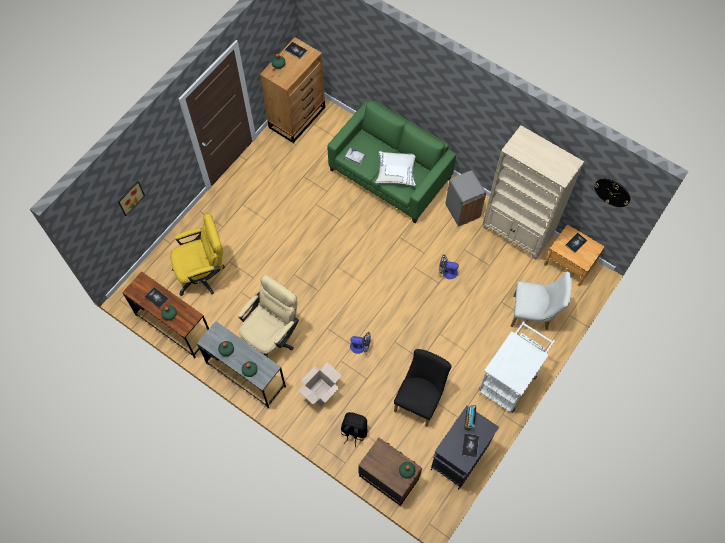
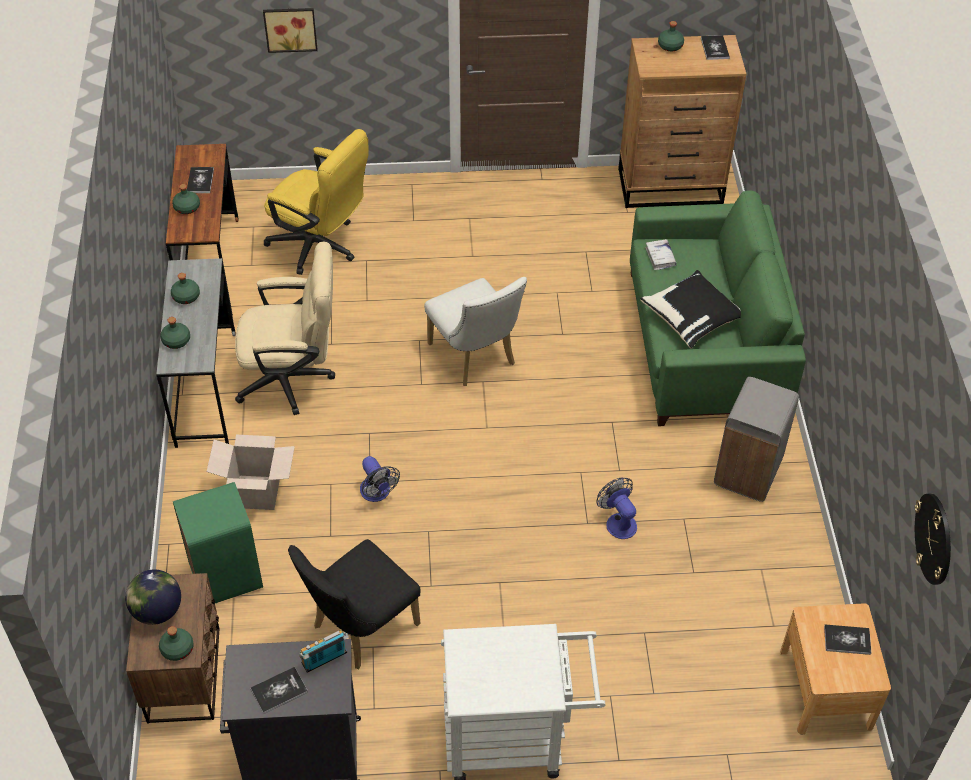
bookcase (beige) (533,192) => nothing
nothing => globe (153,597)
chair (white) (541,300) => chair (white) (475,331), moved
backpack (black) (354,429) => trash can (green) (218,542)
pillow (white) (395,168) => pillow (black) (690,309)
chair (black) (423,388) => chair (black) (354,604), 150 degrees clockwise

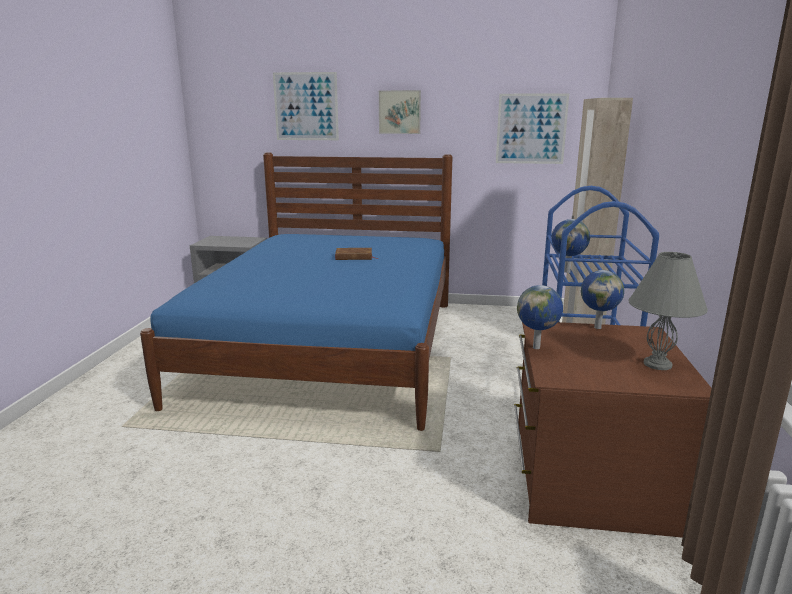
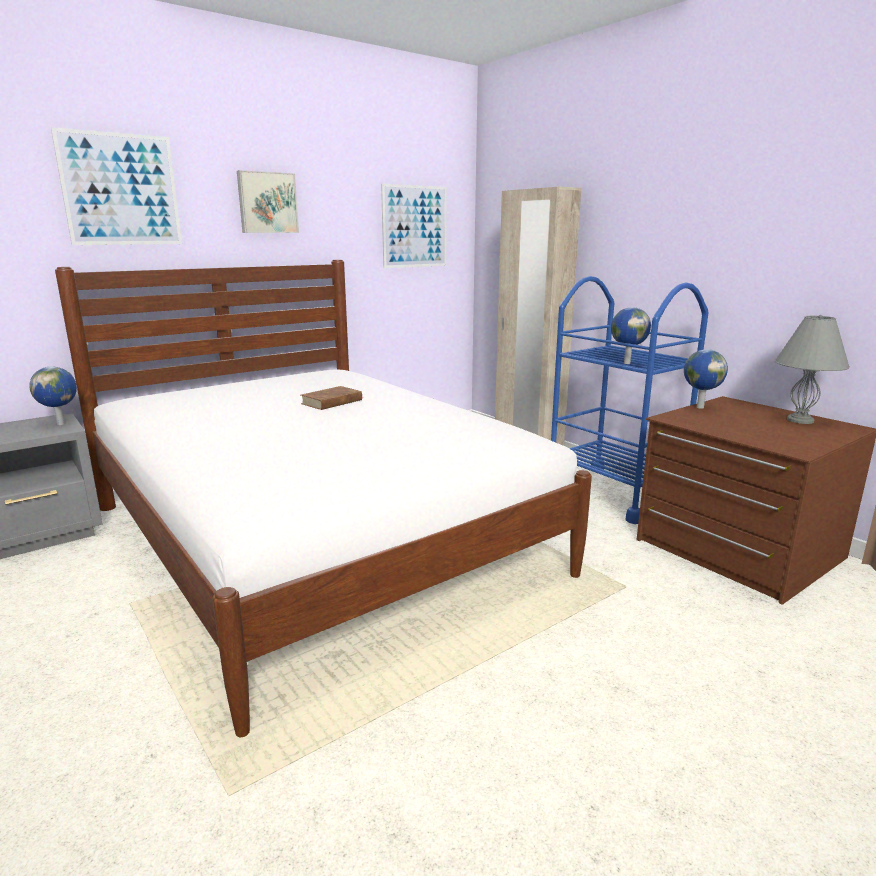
globe (540,317) => globe (53,396), moved
bed (blue) (296,291) => bed (white) (323,498)

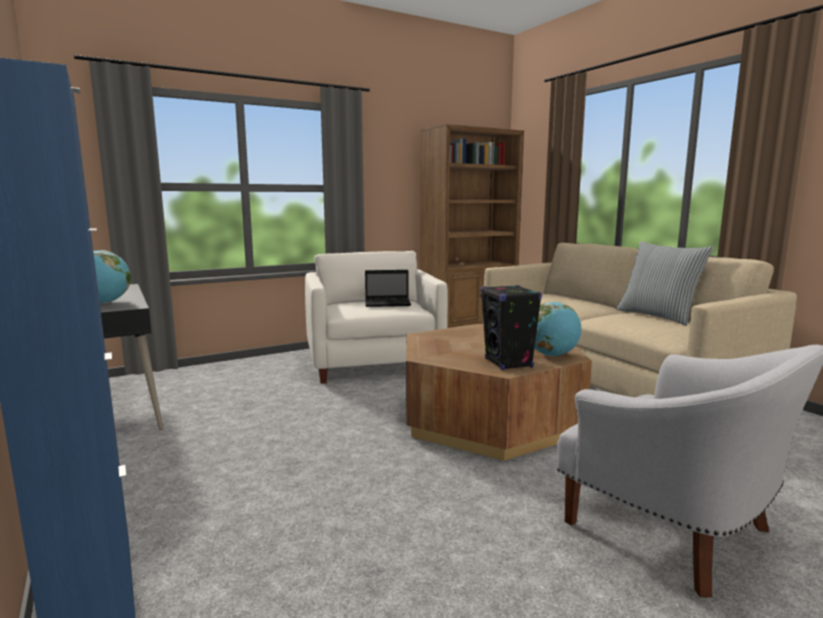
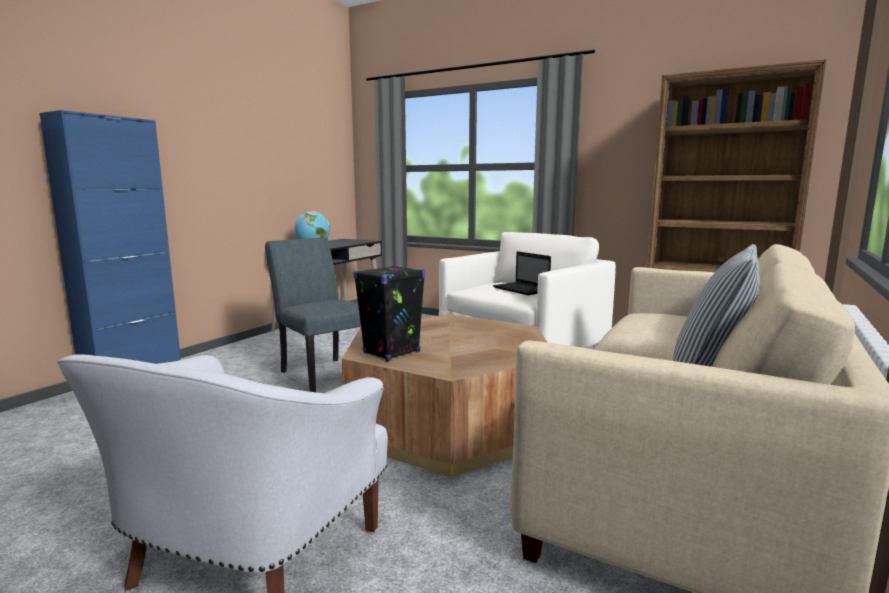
globe (558,329) => nothing
nothing => chair (grey) (313,314)

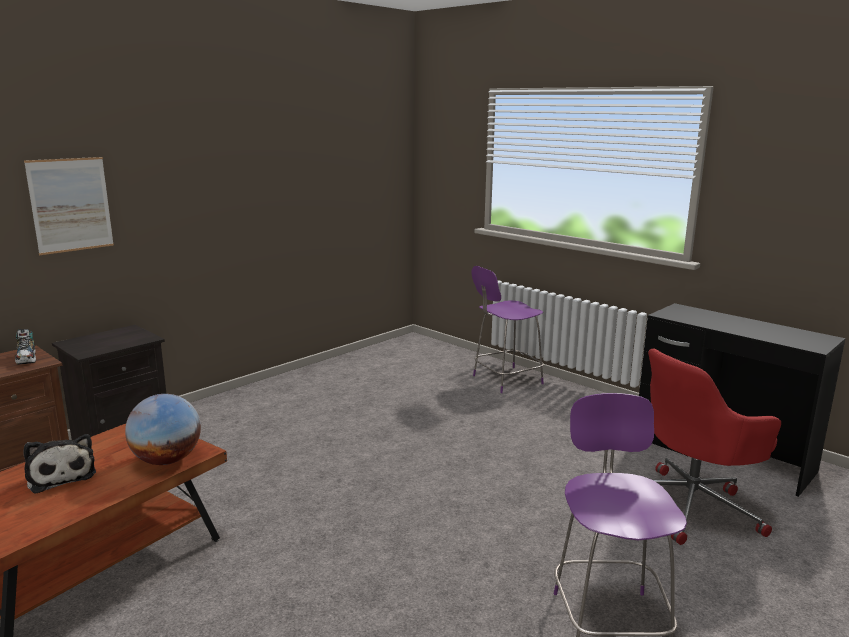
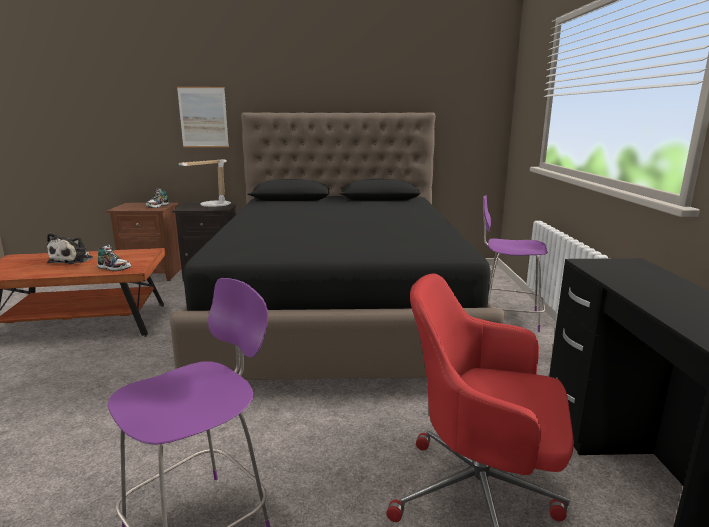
nothing => bed (black) (337,246)
nothing => table lamp (204,183)
globe (163,429) => shoe (114,257)

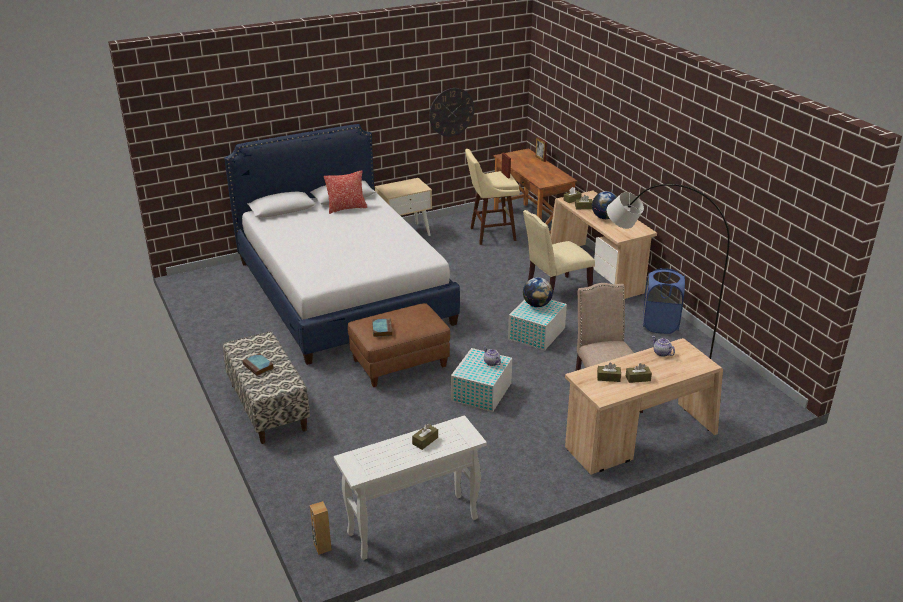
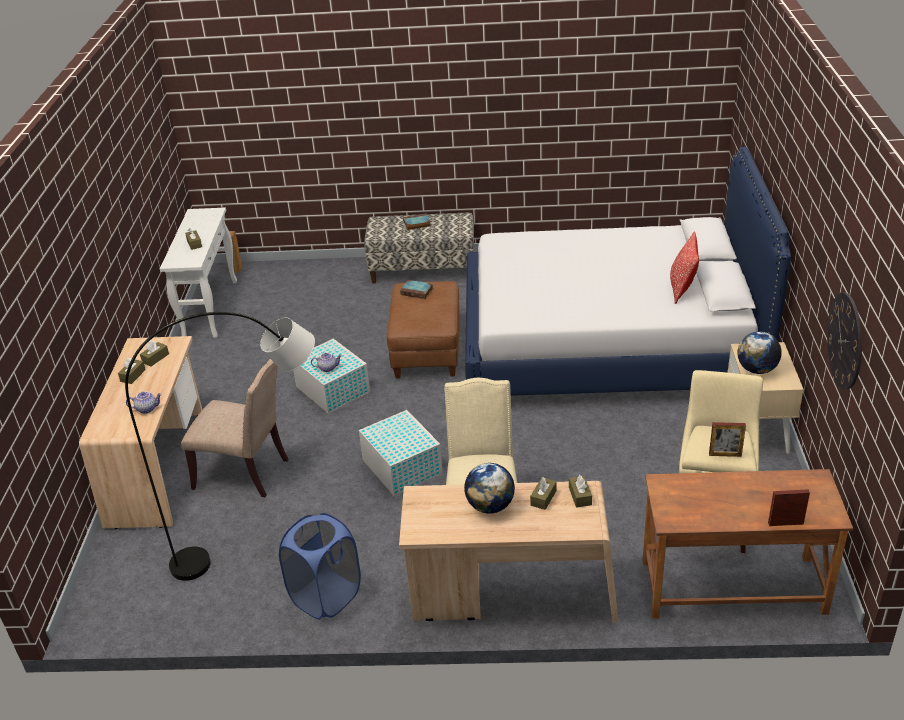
globe (538,292) => globe (759,353), moved

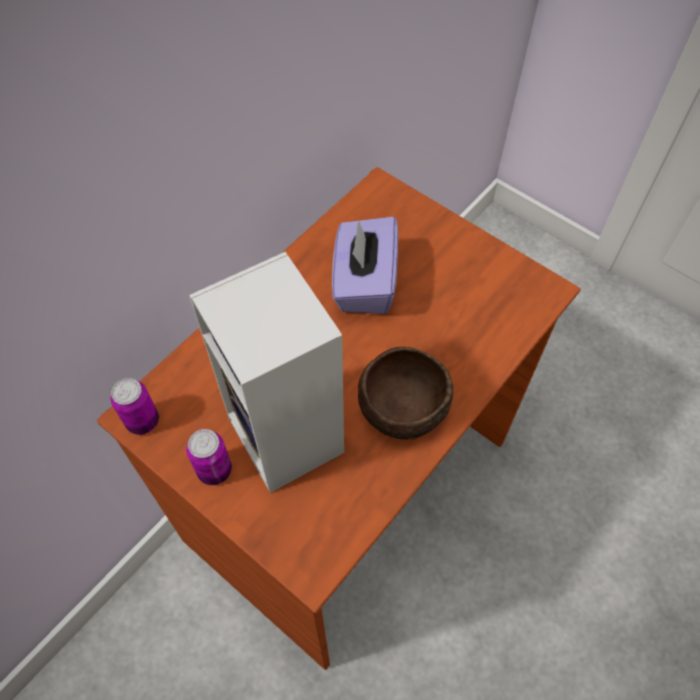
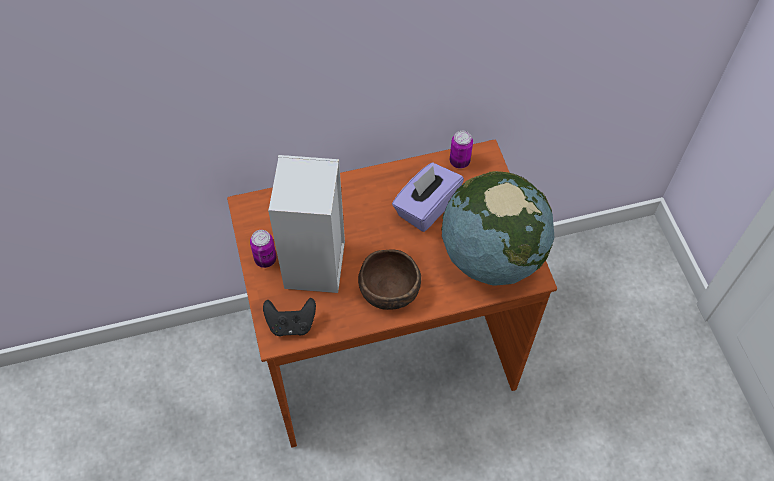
nothing => game controller (black) (289,317)
nothing => globe (497,228)
can (135,406) => can (461,150), moved

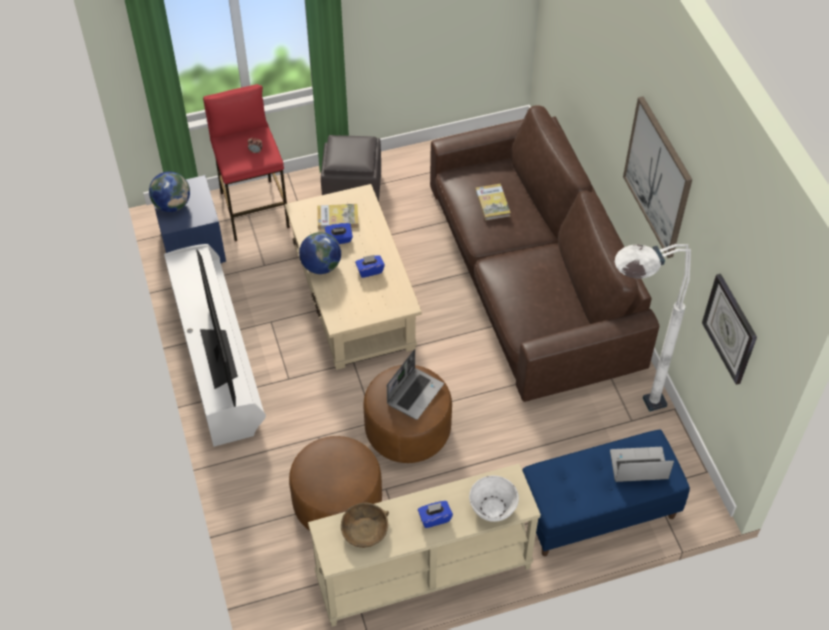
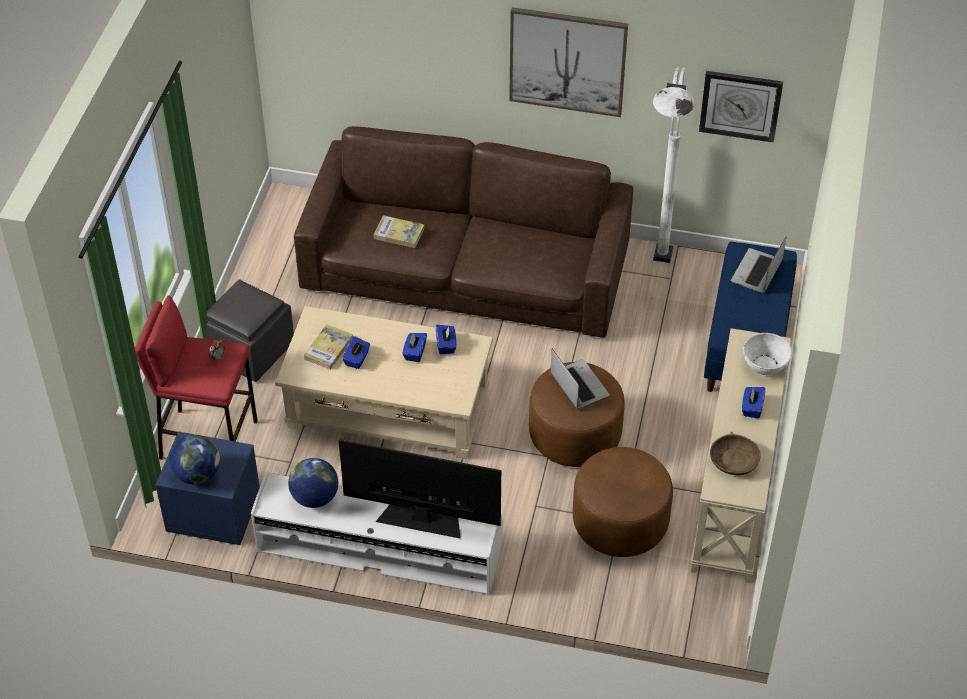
nothing => tissue box (blue) (446,339)
globe (320,253) => globe (313,483), moved

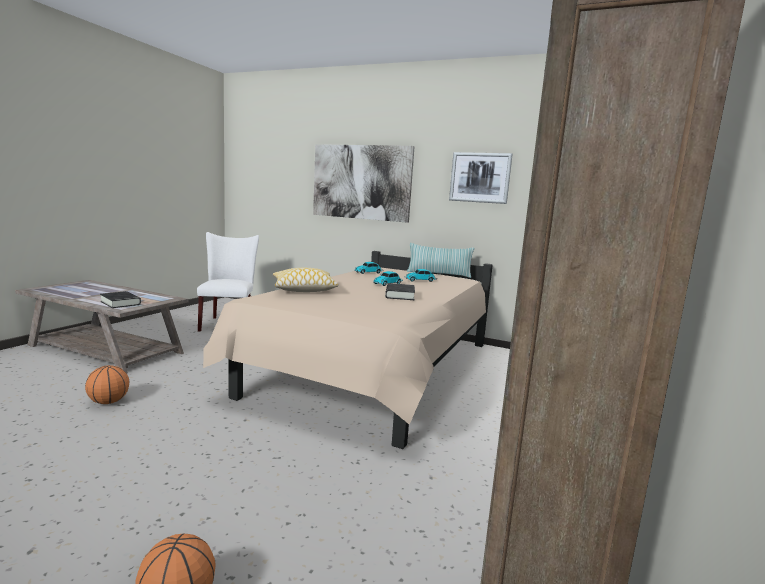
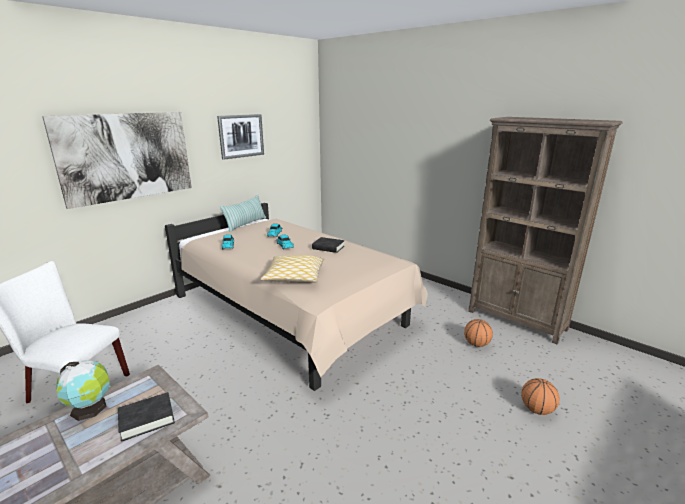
nothing => globe (83,390)
basketball (107,384) => basketball (478,333), moved

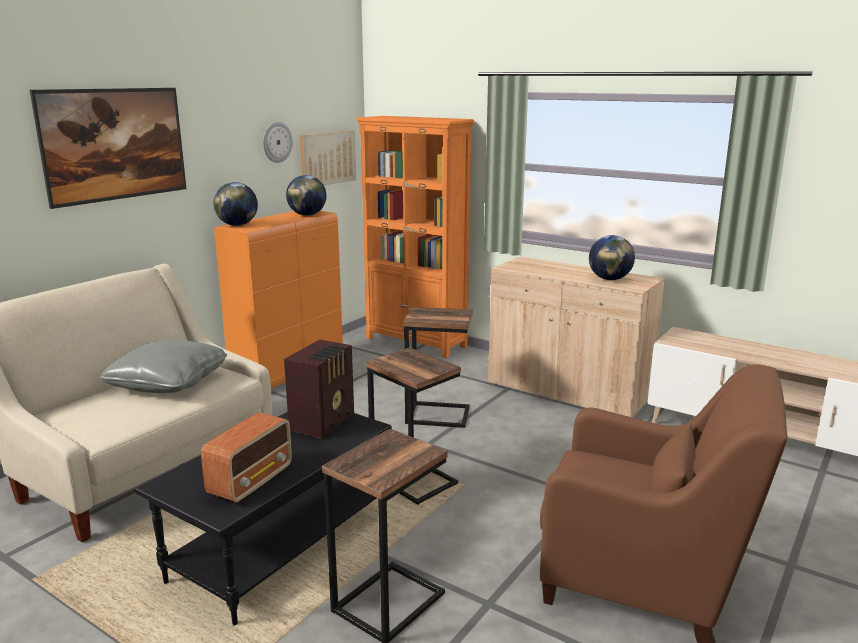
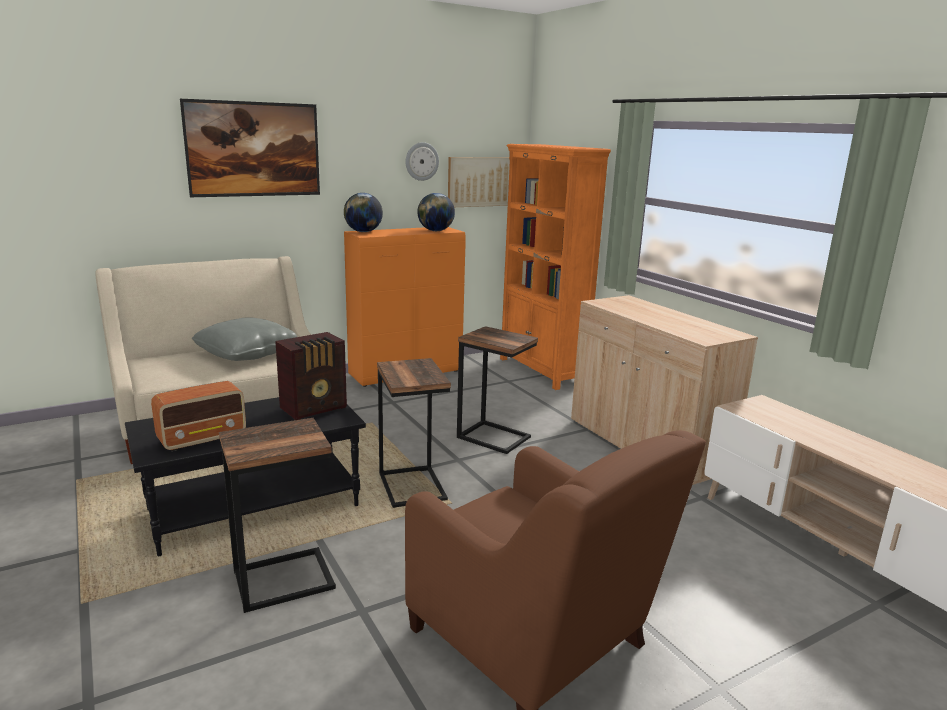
globe (612,257) => nothing

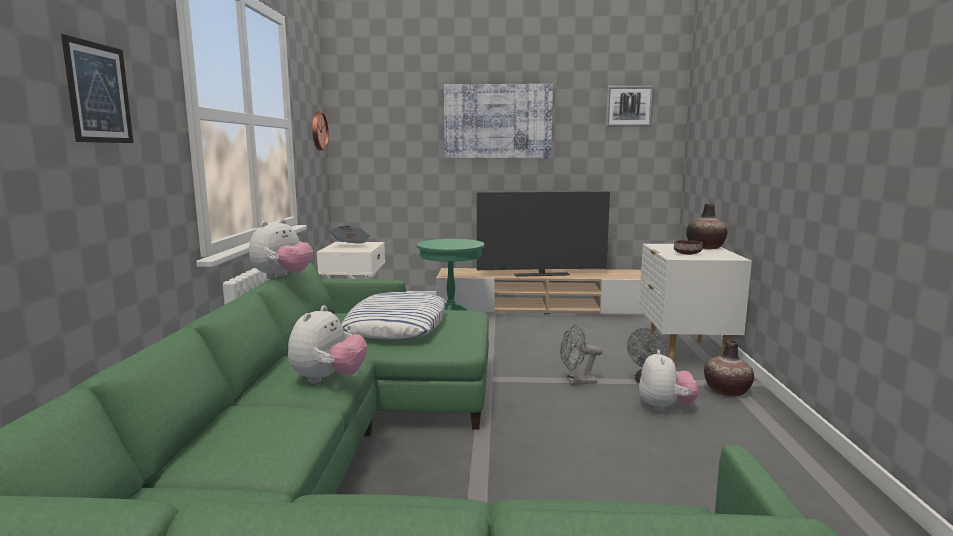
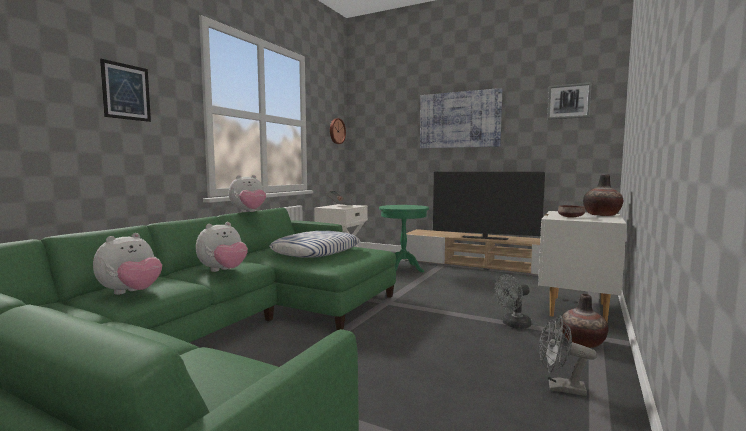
fan (grey) (581,354) => fan (grey) (568,356), moved
plush toy (668,381) => plush toy (127,264), moved

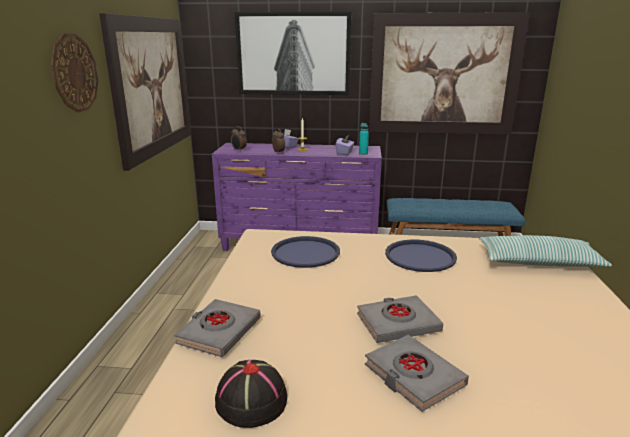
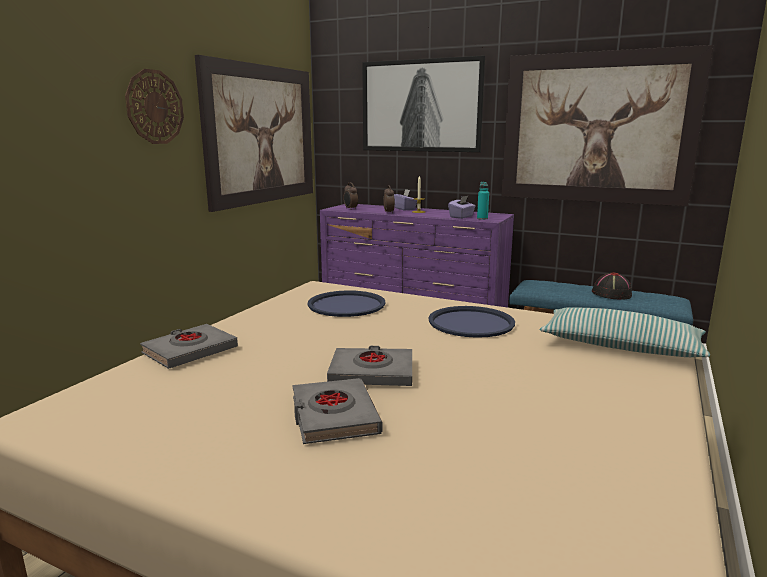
hat (black) (251,394) => hat (black) (612,286), moved

